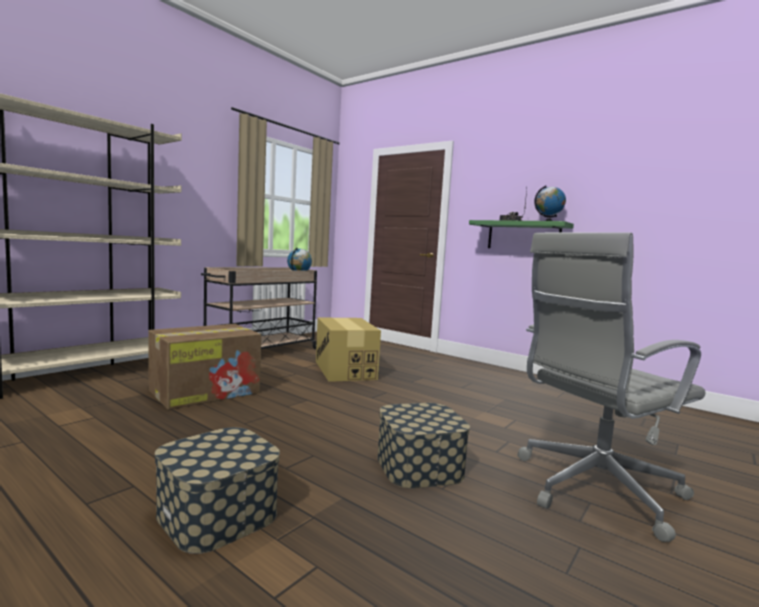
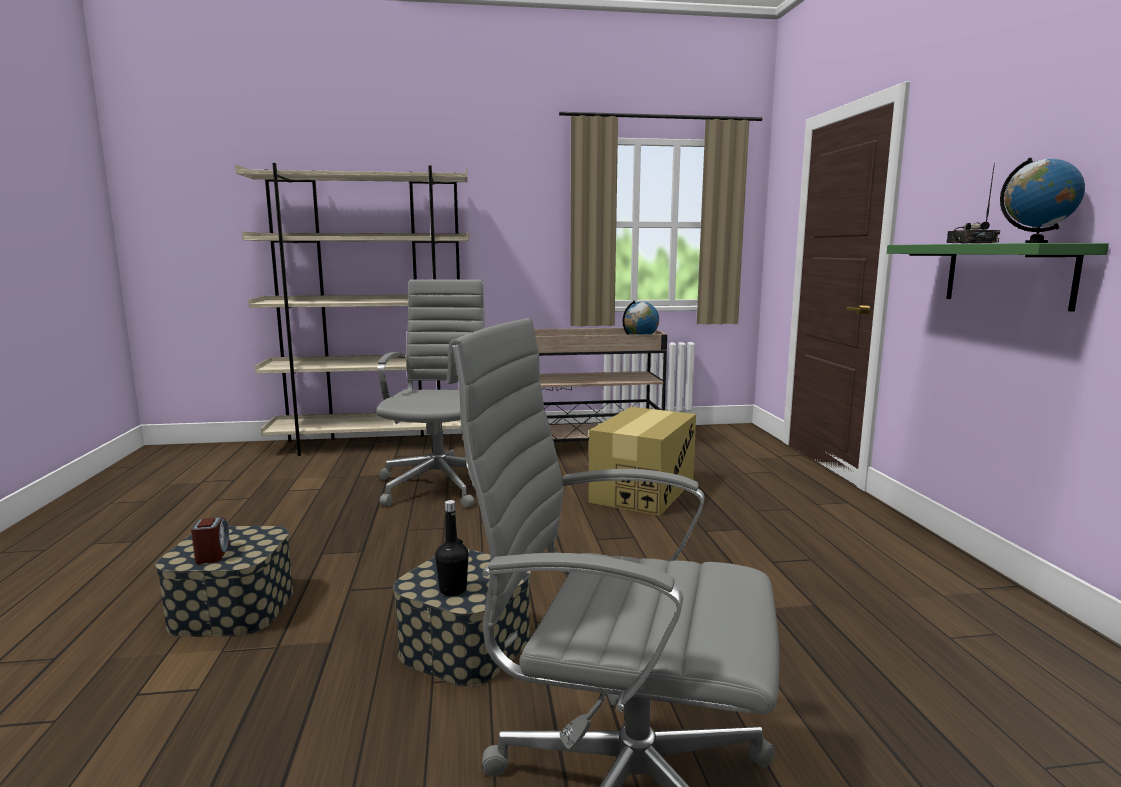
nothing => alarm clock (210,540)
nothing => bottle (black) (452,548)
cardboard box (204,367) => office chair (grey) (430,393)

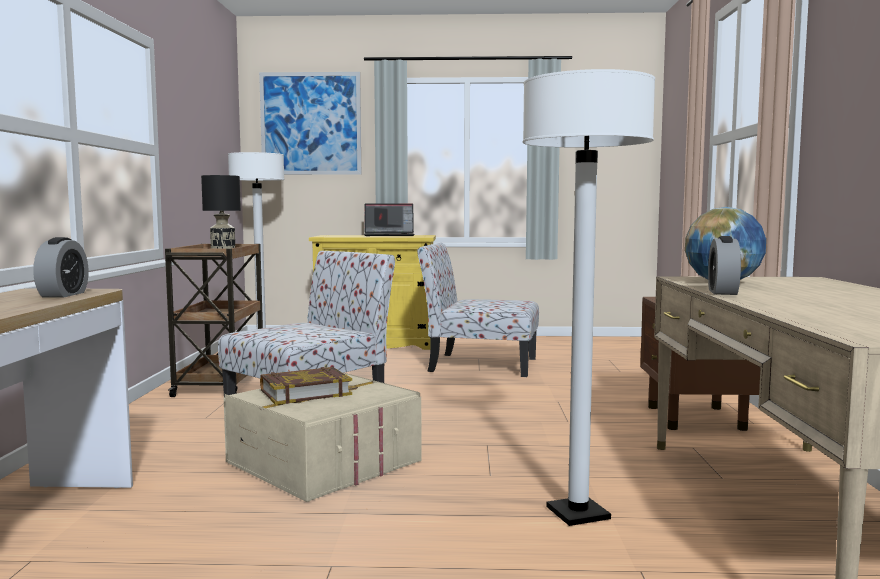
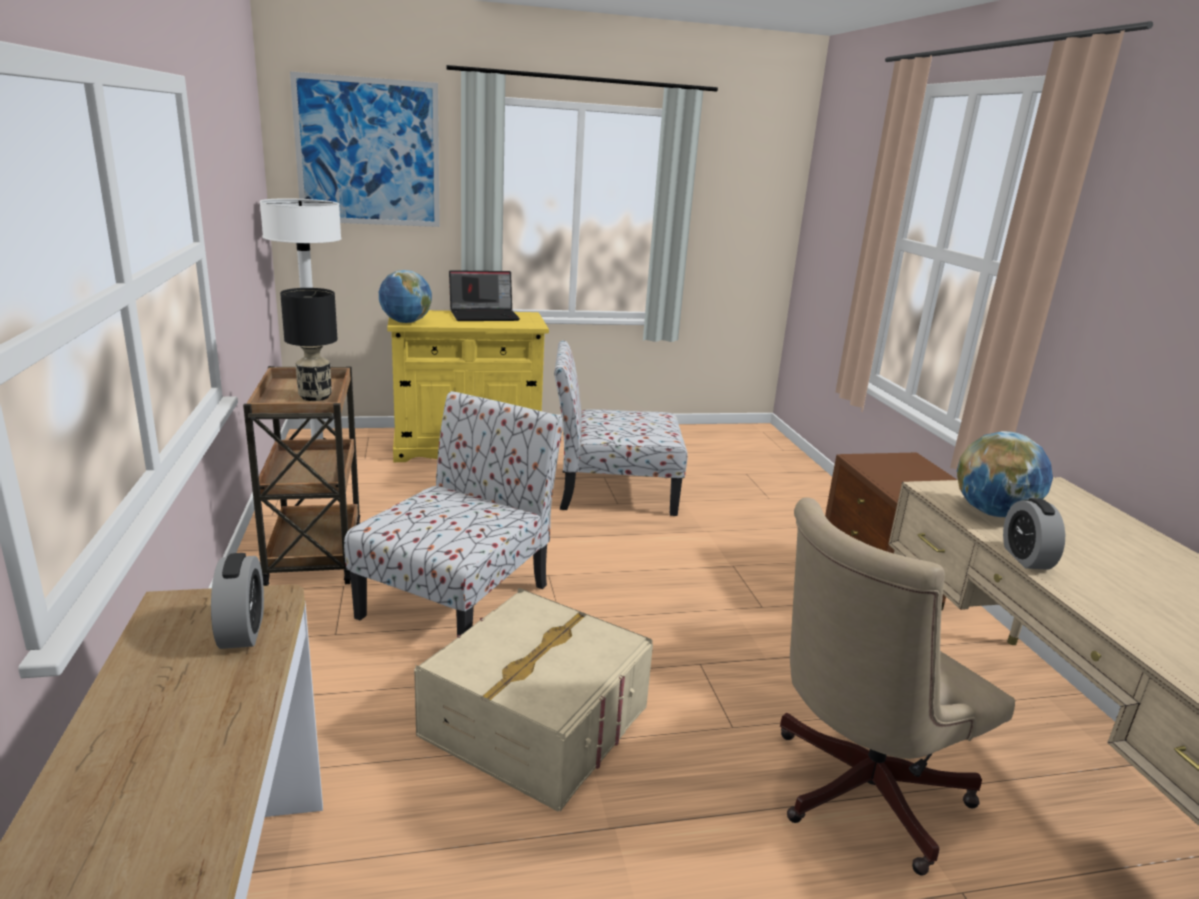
book (306,386) => nothing
nothing => globe (405,296)
floor lamp (white) (589,297) => office chair (beige) (897,686)

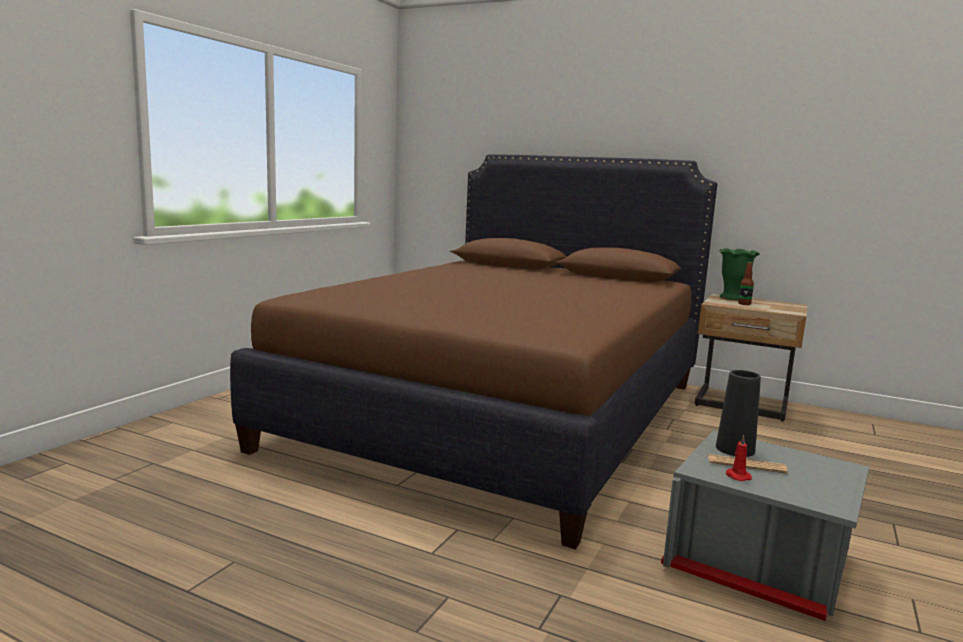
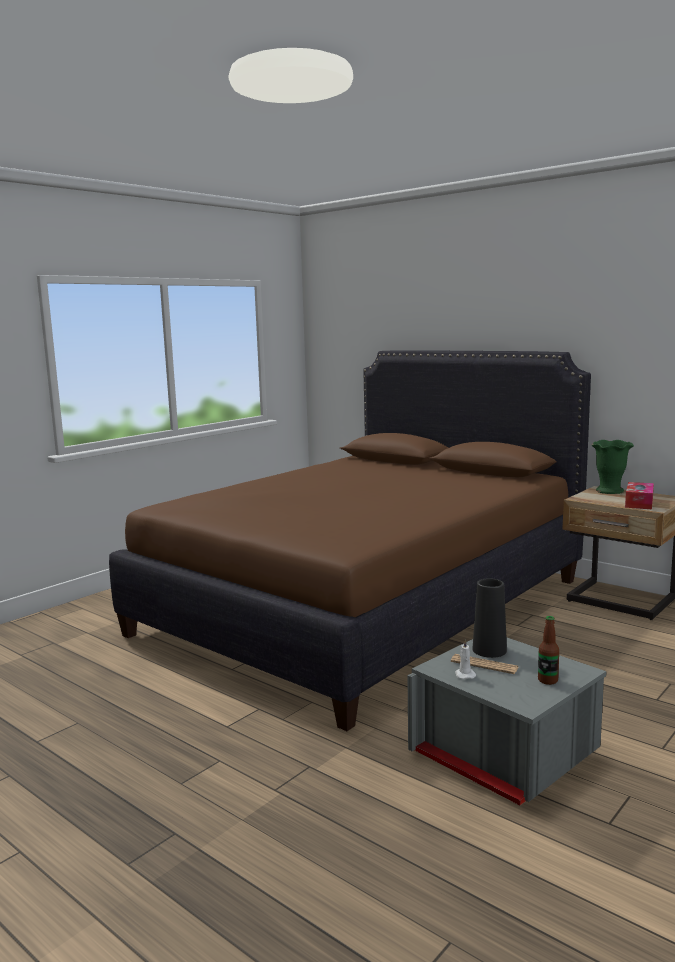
nothing => tissue box (639,495)
bottle (746,283) => bottle (548,650), moved
candle (red) (739,458) => candle (white) (465,659)

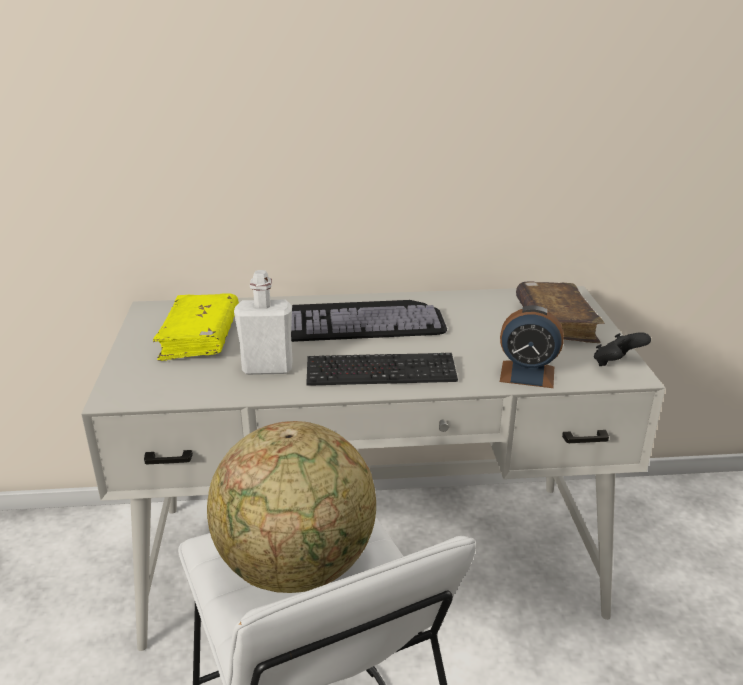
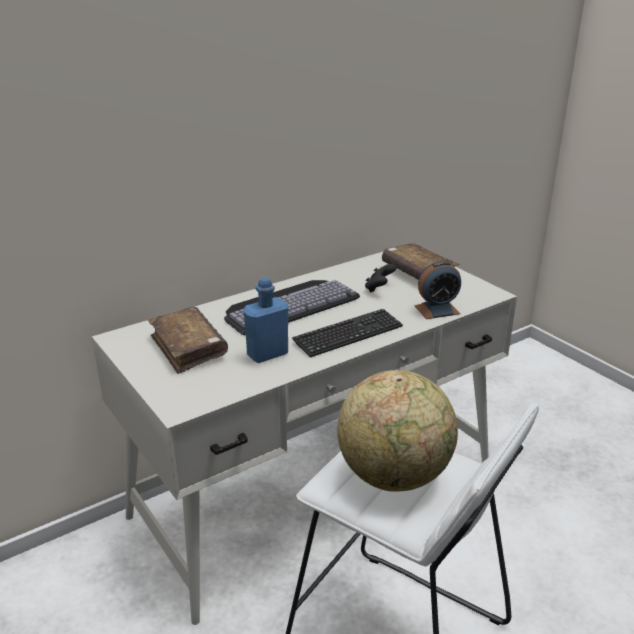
game controller (black) (622,349) => game controller (black) (380,278), moved
book (yellow) (196,327) => book (brown) (188,340)
bottle (white) (263,322) => bottle (blue) (266,320)

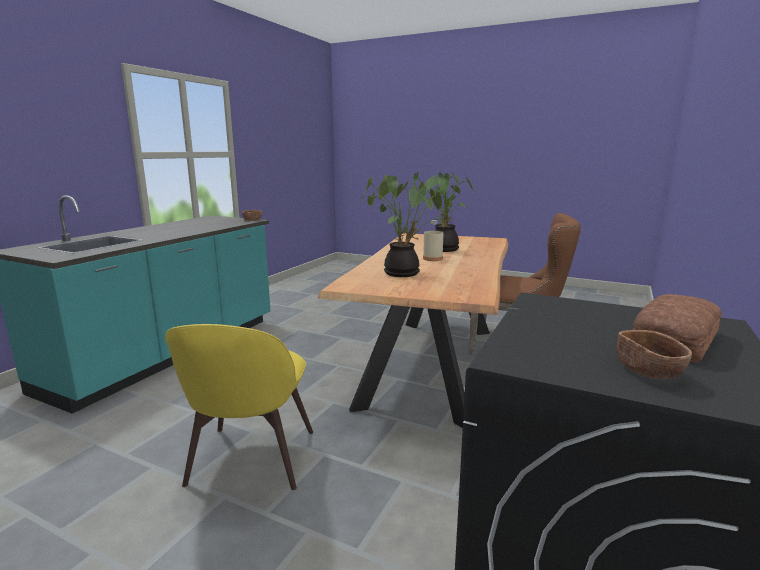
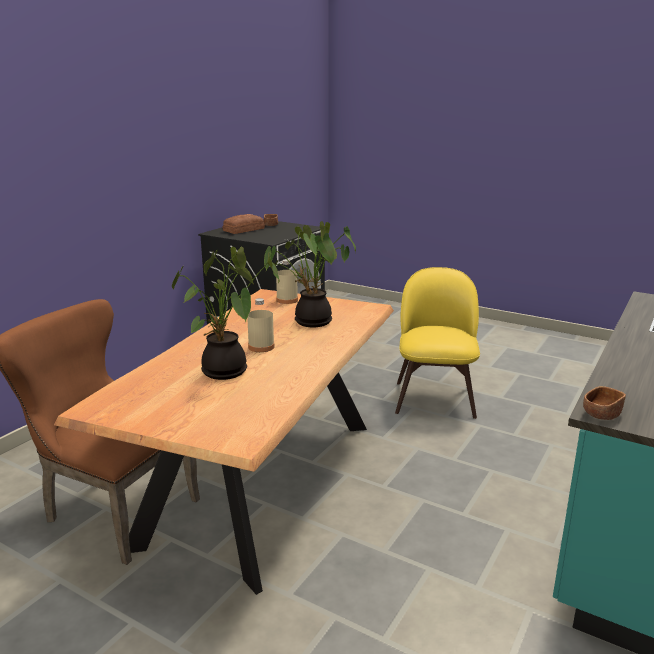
nothing => bottle (beige) (287,281)

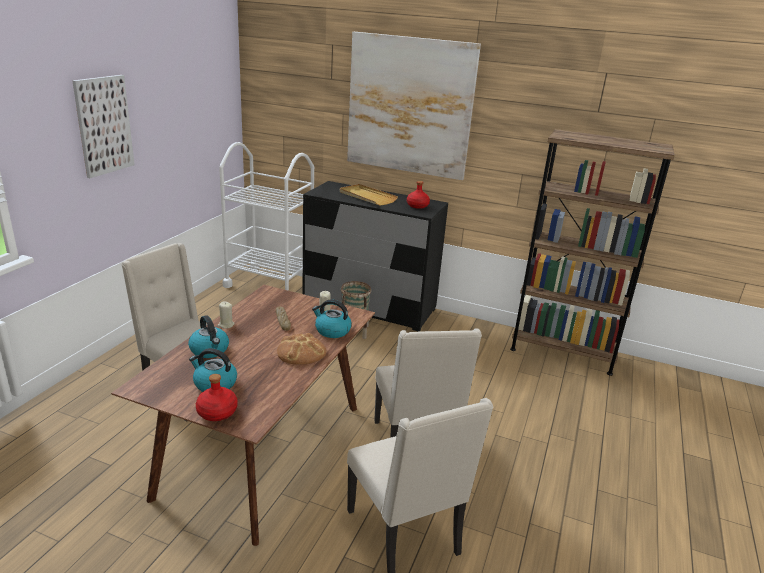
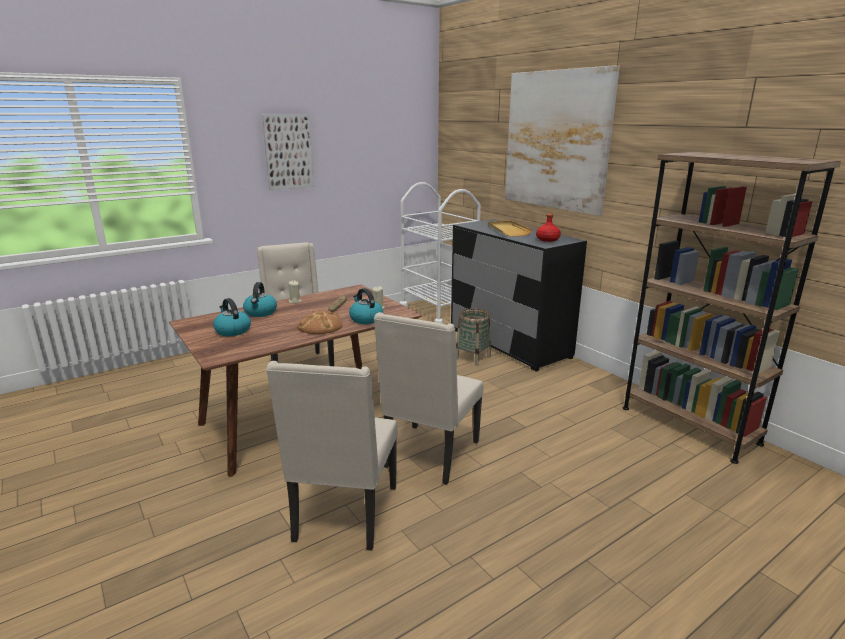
bottle (red) (217,397) => nothing

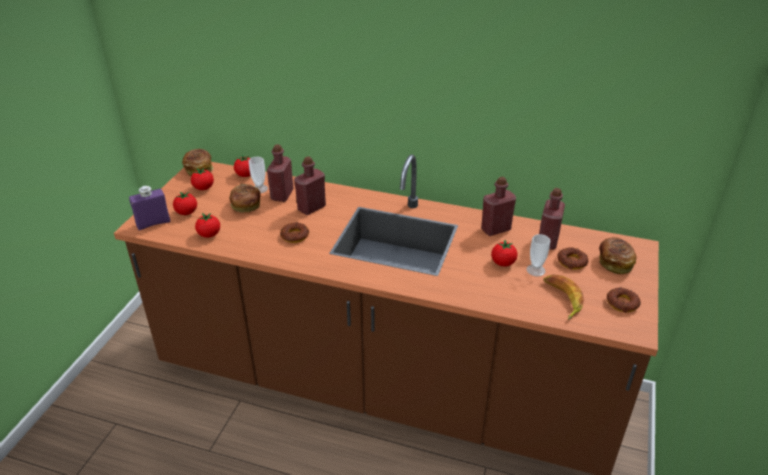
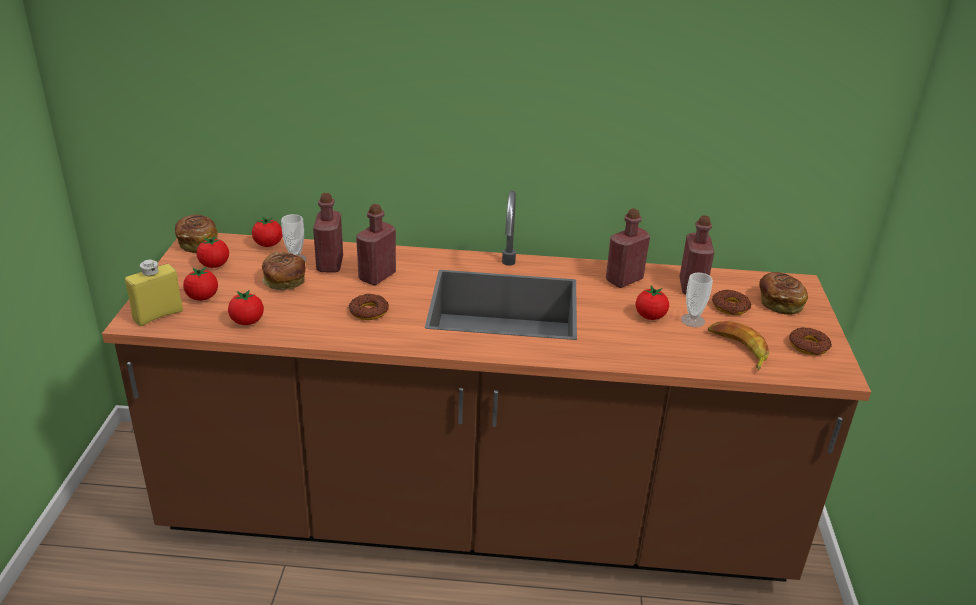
bottle (purple) (149,208) => bottle (yellow) (154,293)

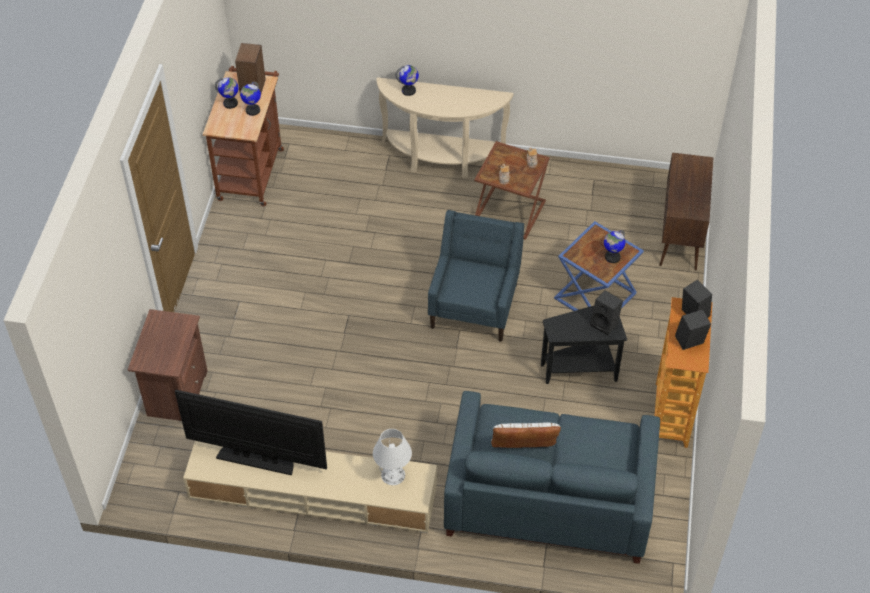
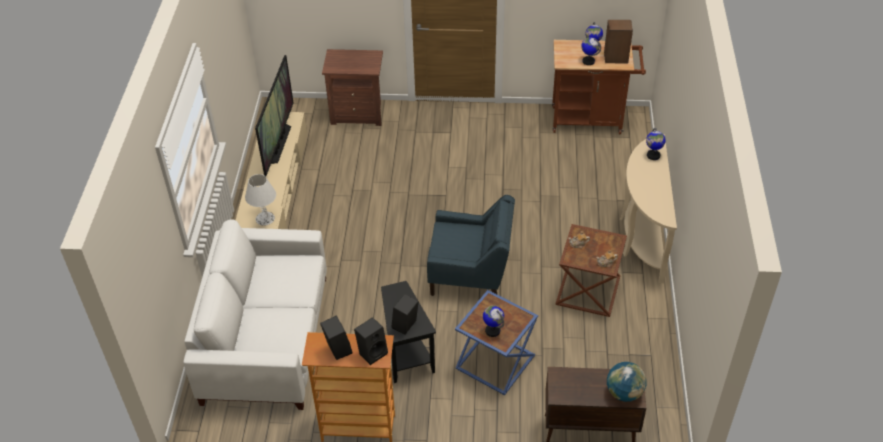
pillow (white) (526,435) => nothing
nothing => globe (627,382)
sofa (blue) (552,477) => sofa (white) (255,314)

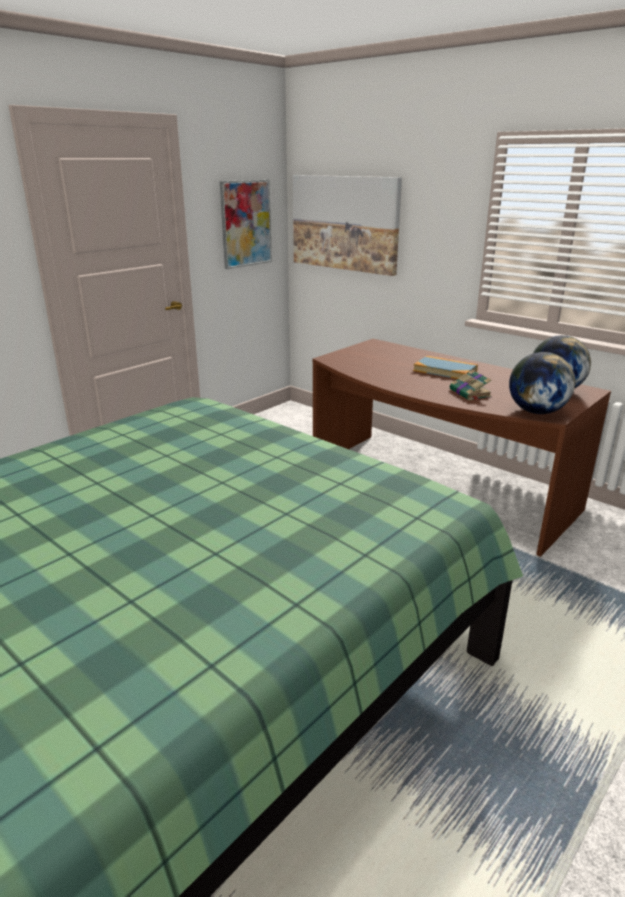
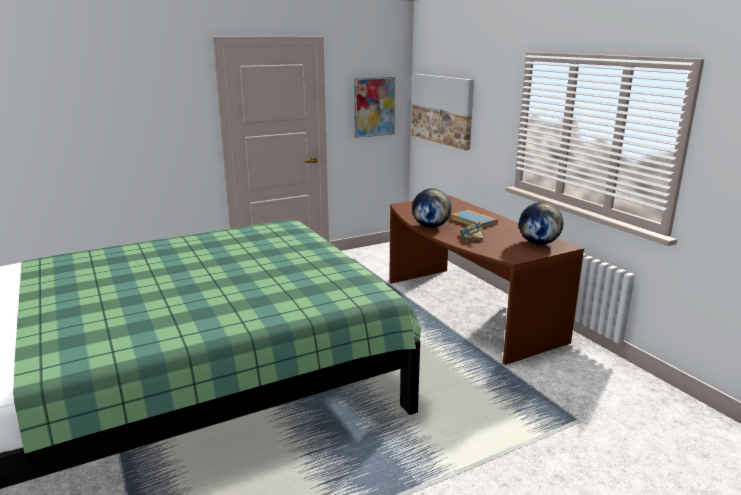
globe (542,383) => globe (432,208), moved

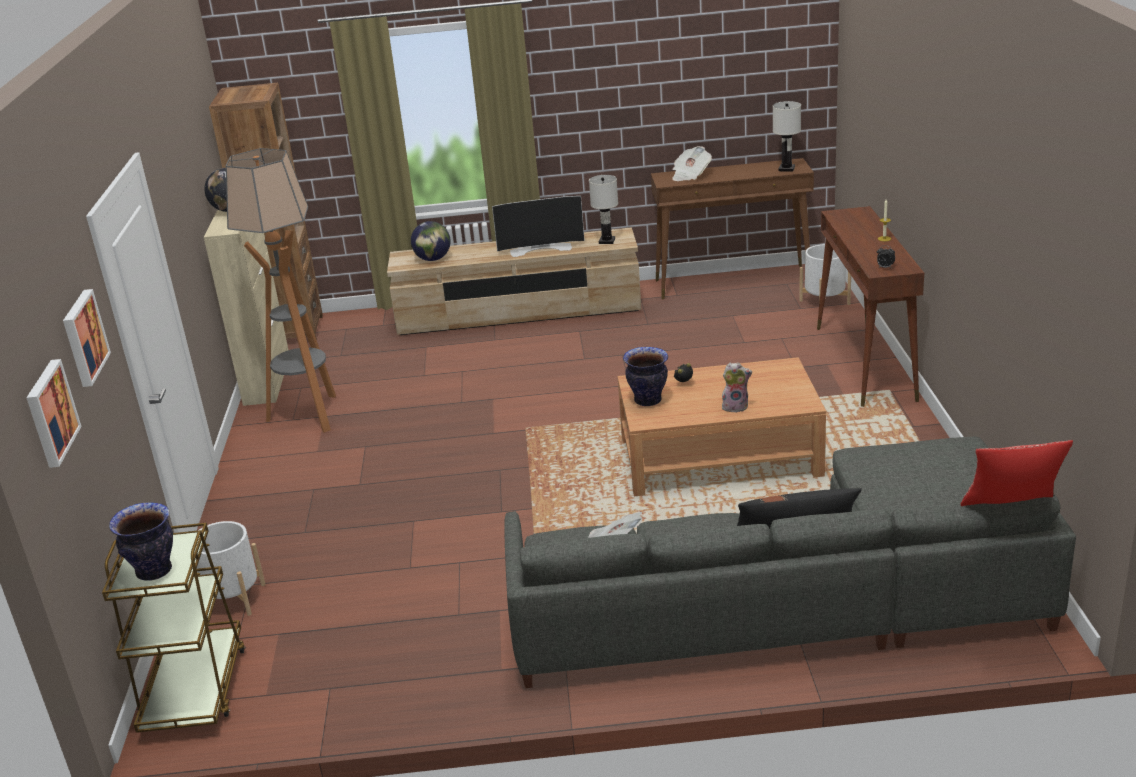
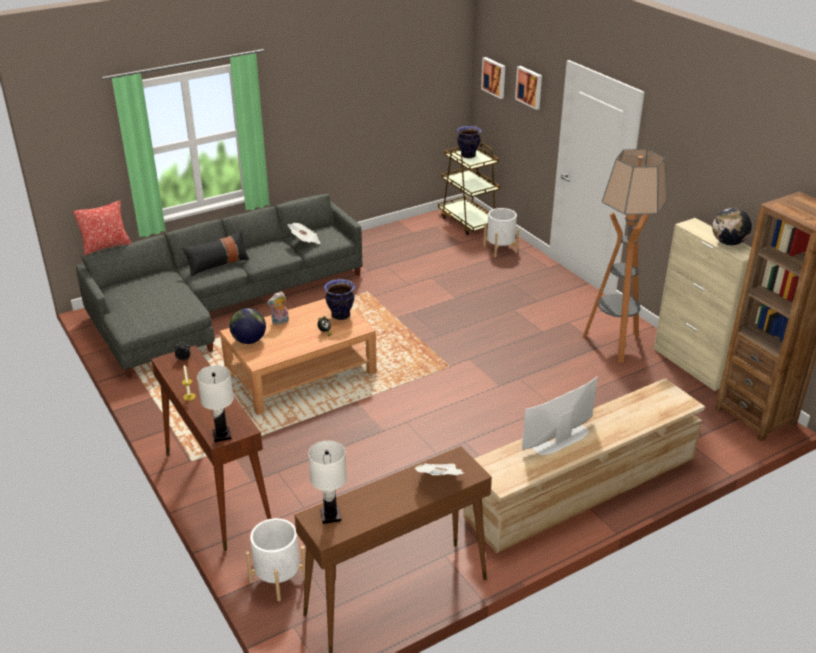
globe (431,241) => globe (248,326), moved
table lamp (white) (603,209) => table lamp (white) (215,403), moved

